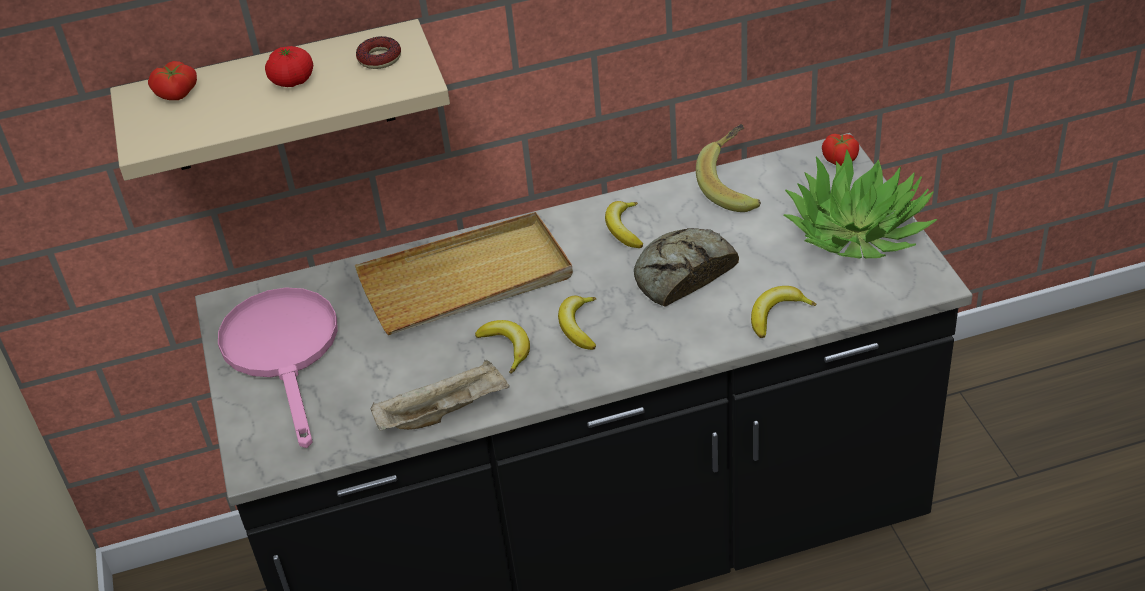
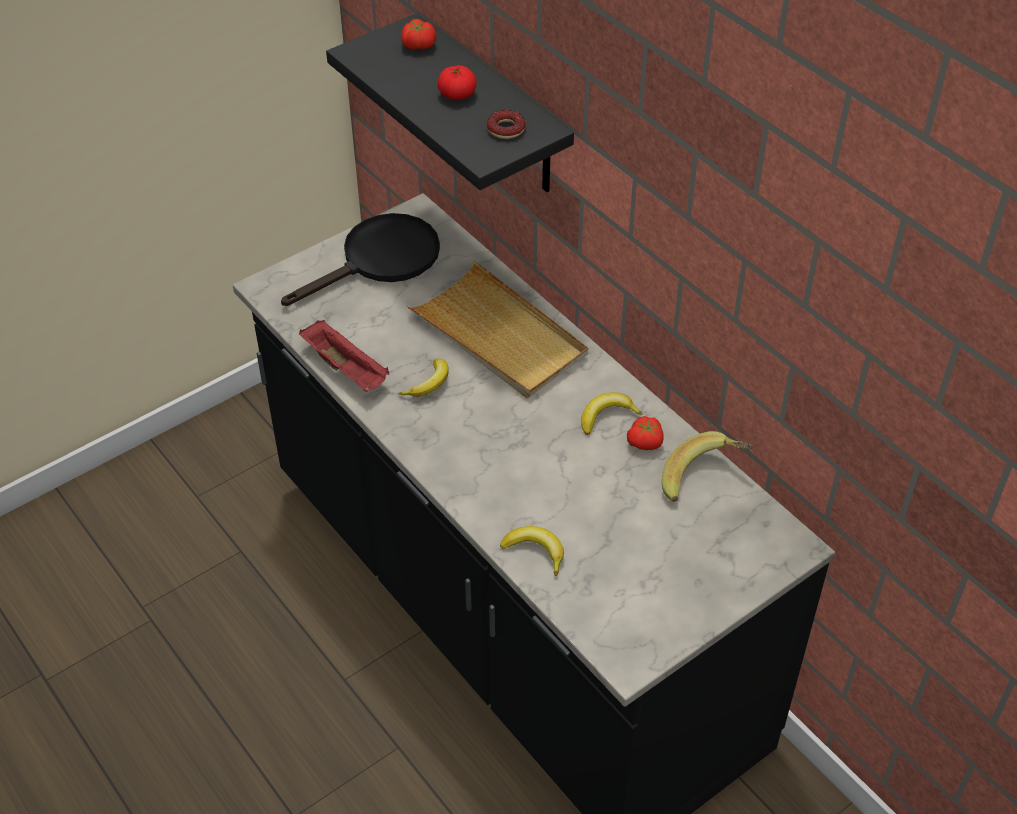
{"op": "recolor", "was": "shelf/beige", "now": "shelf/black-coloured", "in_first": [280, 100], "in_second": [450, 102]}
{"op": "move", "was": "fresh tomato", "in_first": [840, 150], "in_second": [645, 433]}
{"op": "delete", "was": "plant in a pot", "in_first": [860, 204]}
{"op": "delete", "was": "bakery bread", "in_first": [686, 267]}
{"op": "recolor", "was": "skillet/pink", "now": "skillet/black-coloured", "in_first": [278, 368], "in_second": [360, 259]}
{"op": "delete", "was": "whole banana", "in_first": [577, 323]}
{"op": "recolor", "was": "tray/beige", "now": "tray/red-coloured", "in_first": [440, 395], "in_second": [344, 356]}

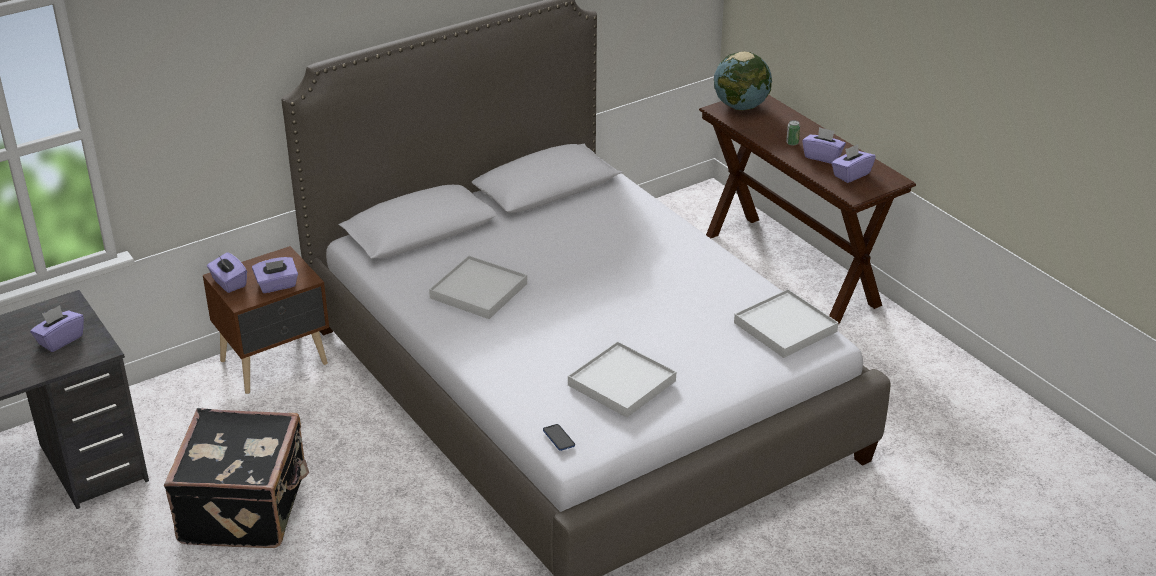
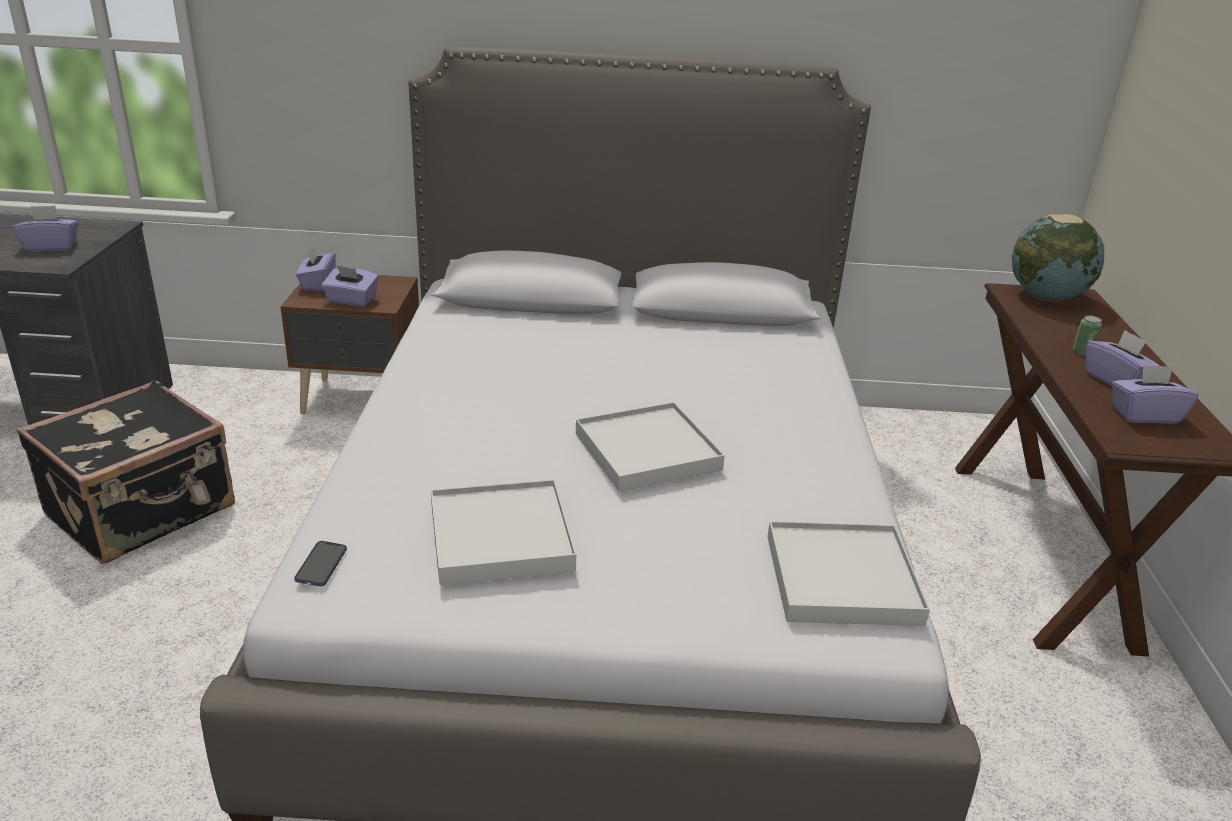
{"op": "move", "was": "tray/whitish", "in_first": [478, 287], "in_second": [650, 447]}

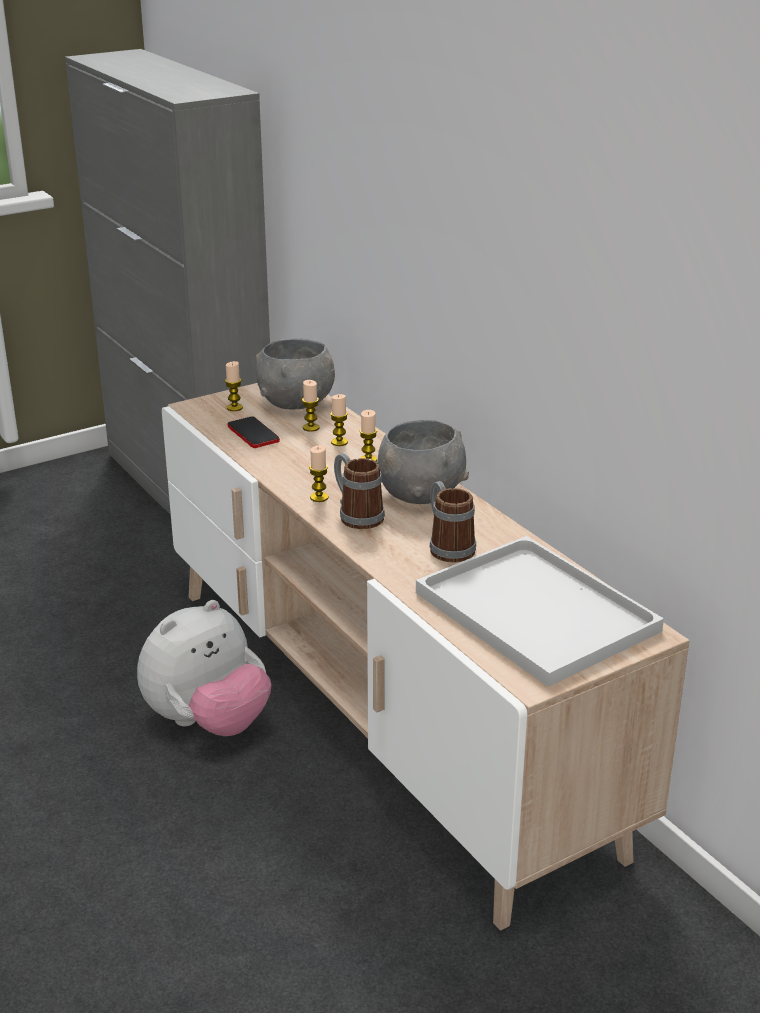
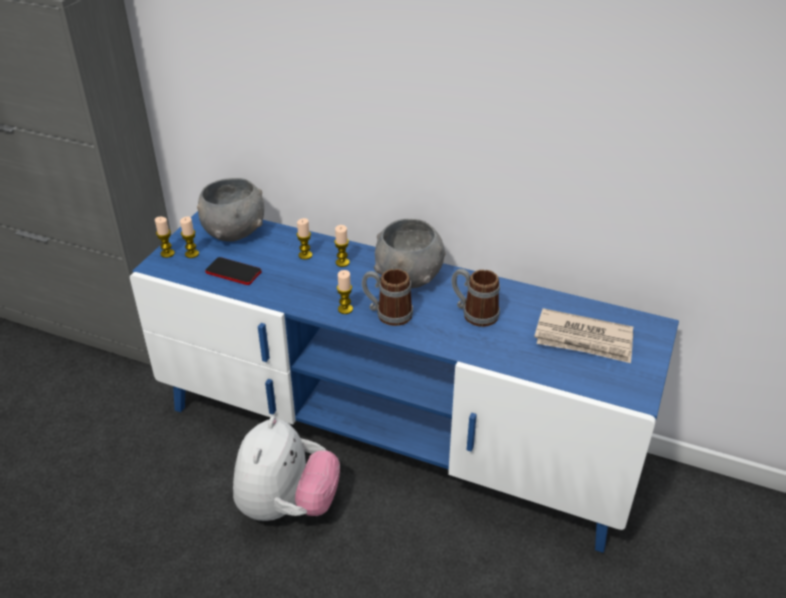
{"op": "move", "was": "wax light", "in_first": [310, 406], "in_second": [165, 237]}
{"op": "recolor", "was": "media console/beige", "now": "media console/blue", "in_first": [426, 657], "in_second": [404, 382]}
{"op": "replace", "was": "tray/whitish", "now": "newspaper", "in_first": [540, 611], "in_second": [583, 335]}

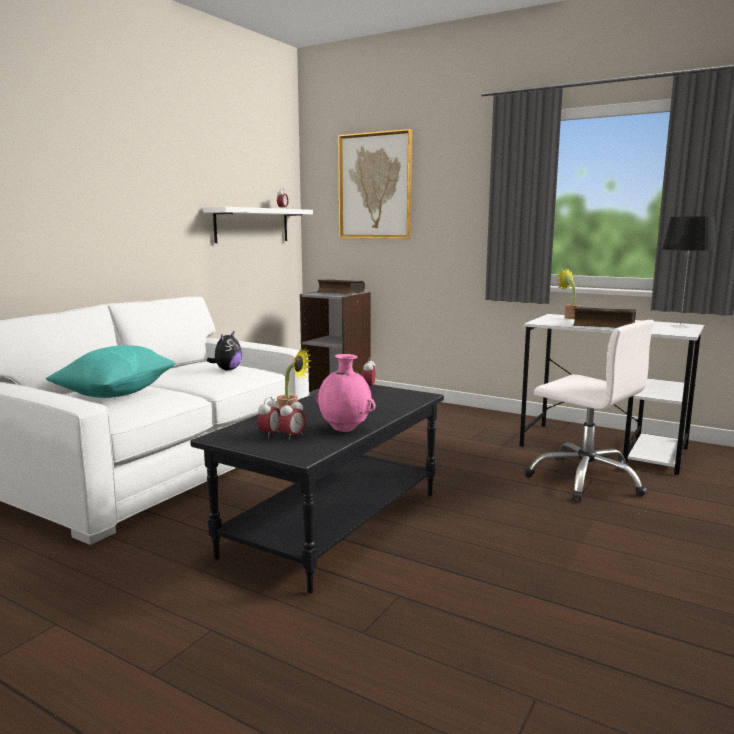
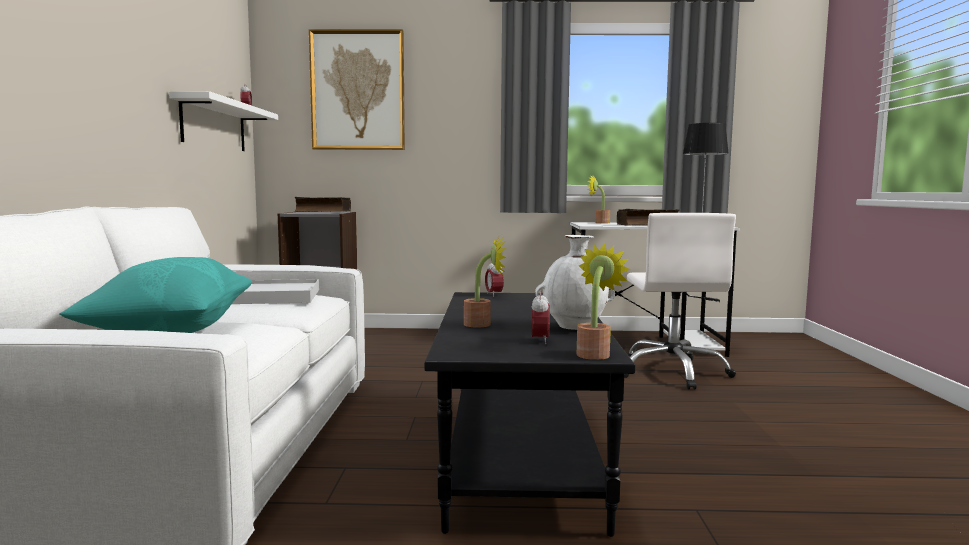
{"op": "rotate", "was": "desk chair/whitish", "in_first": [589, 410], "in_second": [680, 301], "clockwise": 75}
{"op": "replace", "was": "plush toy", "now": "tray/whitish", "in_first": [224, 350], "in_second": [275, 291]}
{"op": "recolor", "was": "vase/pink", "now": "vase/whitish", "in_first": [346, 393], "in_second": [575, 282]}
{"op": "delete", "was": "table clock", "in_first": [269, 417]}
{"op": "insert", "now": "plant in a pot", "in_second": [603, 301]}

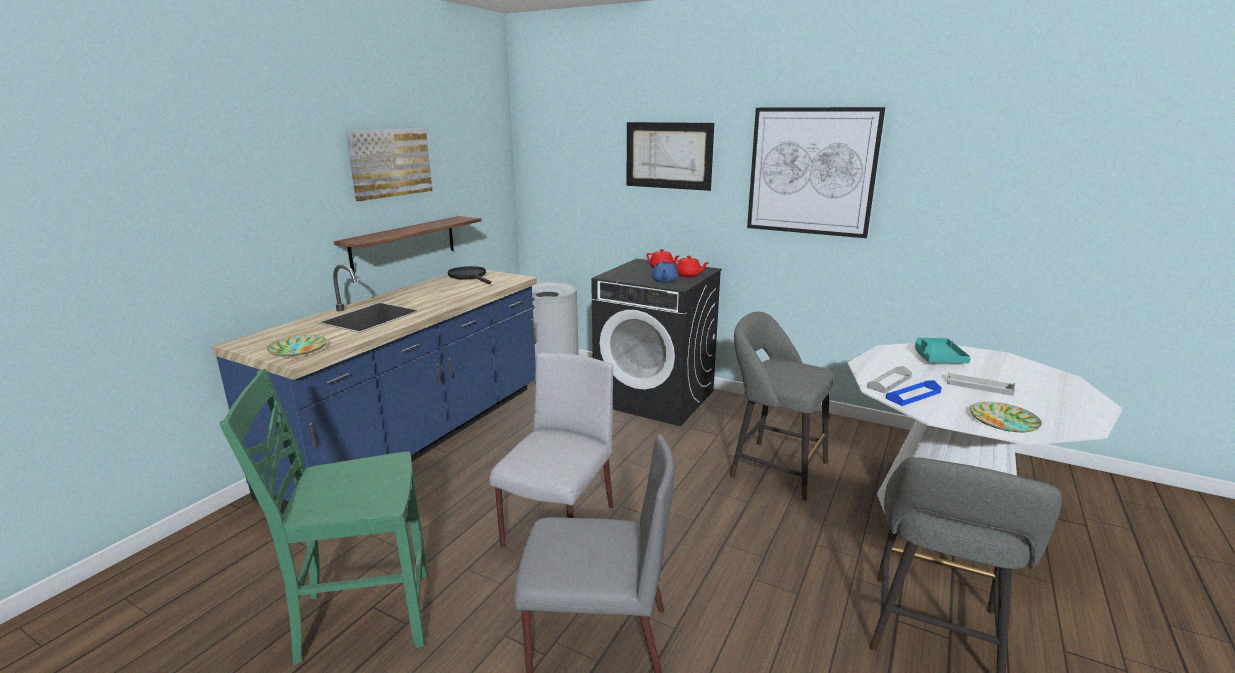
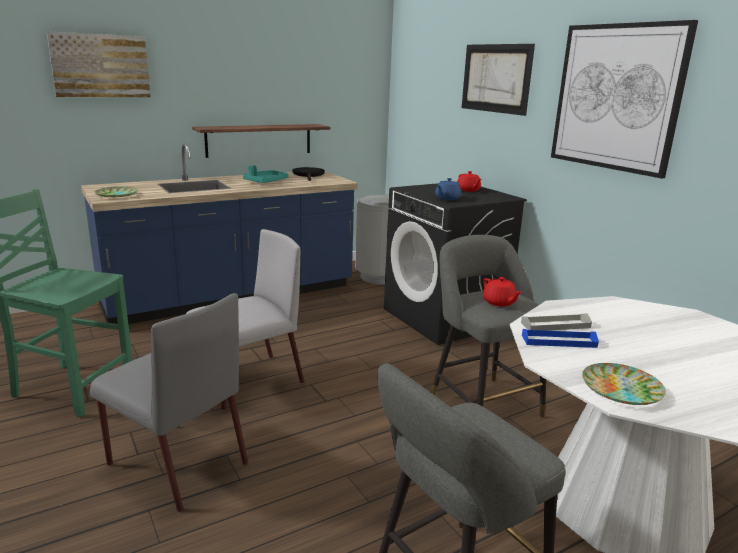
{"op": "move", "was": "picture", "in_first": [389, 164], "in_second": [99, 64]}
{"op": "move", "was": "pot for tea/red-coloured", "in_first": [690, 266], "in_second": [502, 291]}
{"op": "move", "was": "tray/turquoise", "in_first": [943, 350], "in_second": [265, 174]}
{"op": "delete", "was": "tray/grey", "in_first": [981, 384]}

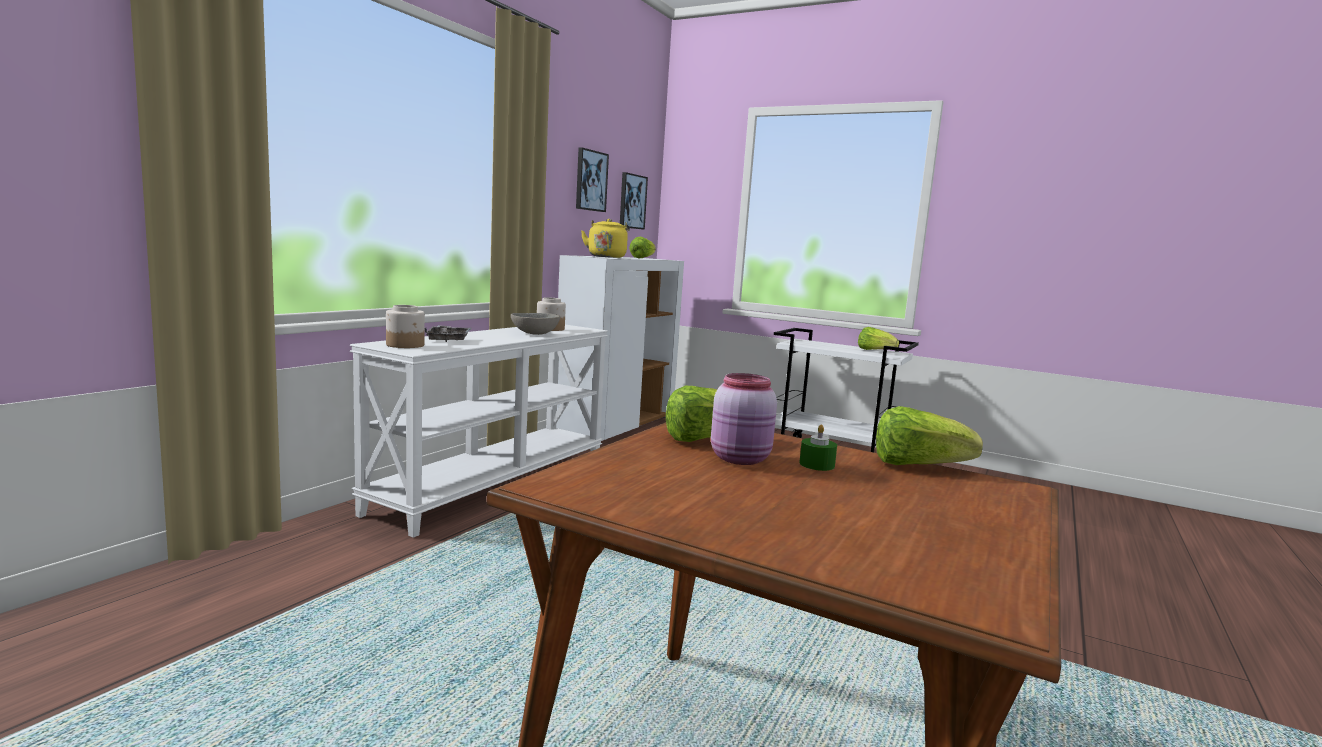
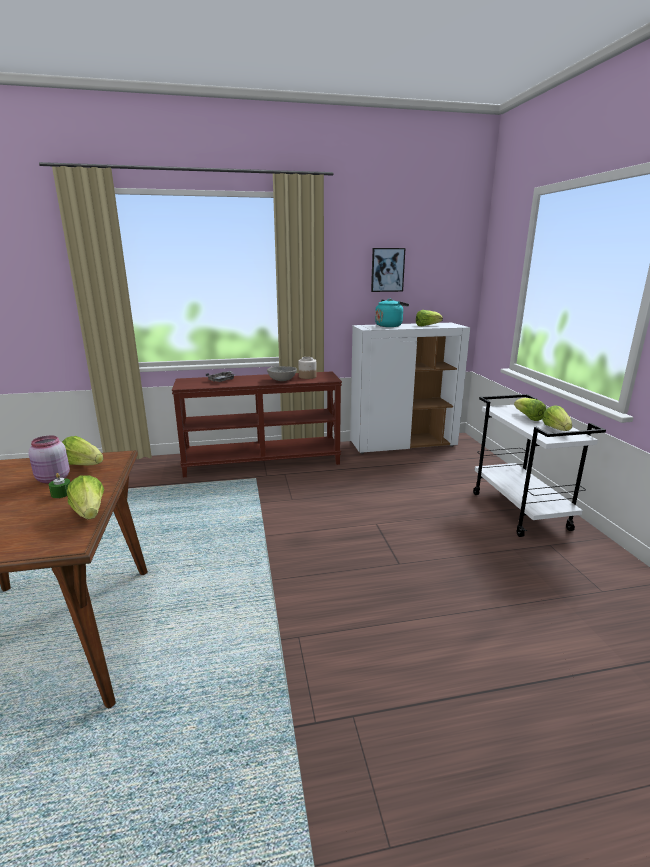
{"op": "delete", "was": "picture", "in_first": [634, 201]}
{"op": "recolor", "was": "tea kettle/yellow", "now": "tea kettle/turquoise", "in_first": [605, 238], "in_second": [392, 313]}
{"op": "delete", "was": "storage jar", "in_first": [405, 326]}
{"op": "recolor", "was": "narrow table/whitish", "now": "narrow table/brownish", "in_first": [479, 431], "in_second": [256, 424]}
{"op": "insert", "now": "head of lettuce", "in_second": [530, 409]}

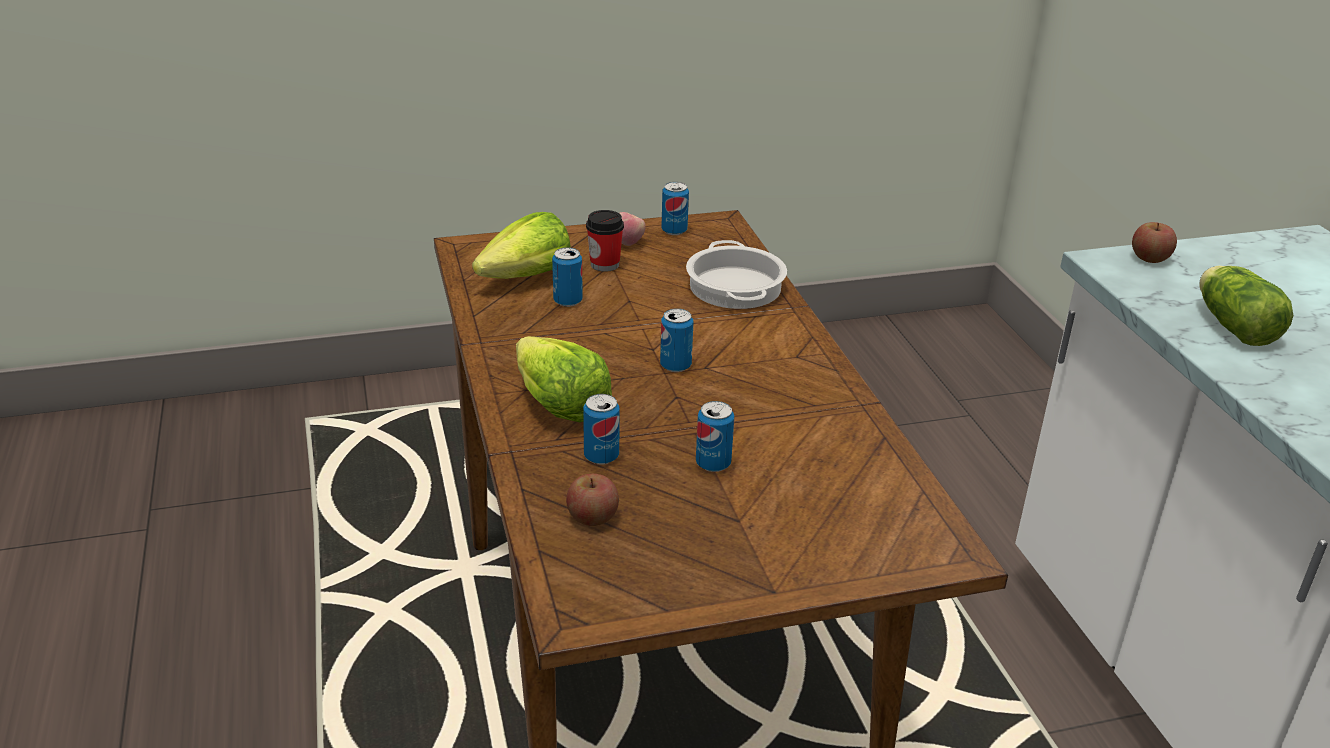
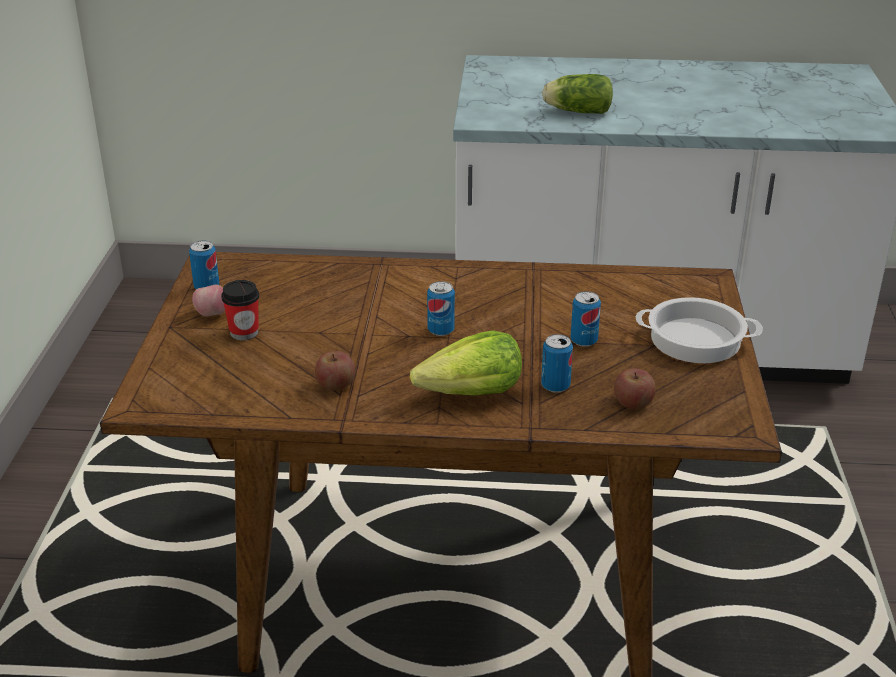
{"op": "delete", "was": "head of lettuce", "in_first": [521, 245]}
{"op": "move", "was": "whole apple", "in_first": [1154, 242], "in_second": [335, 371]}
{"op": "move", "was": "stockpot", "in_first": [736, 274], "in_second": [699, 330]}
{"op": "delete", "was": "sealed can", "in_first": [567, 277]}

